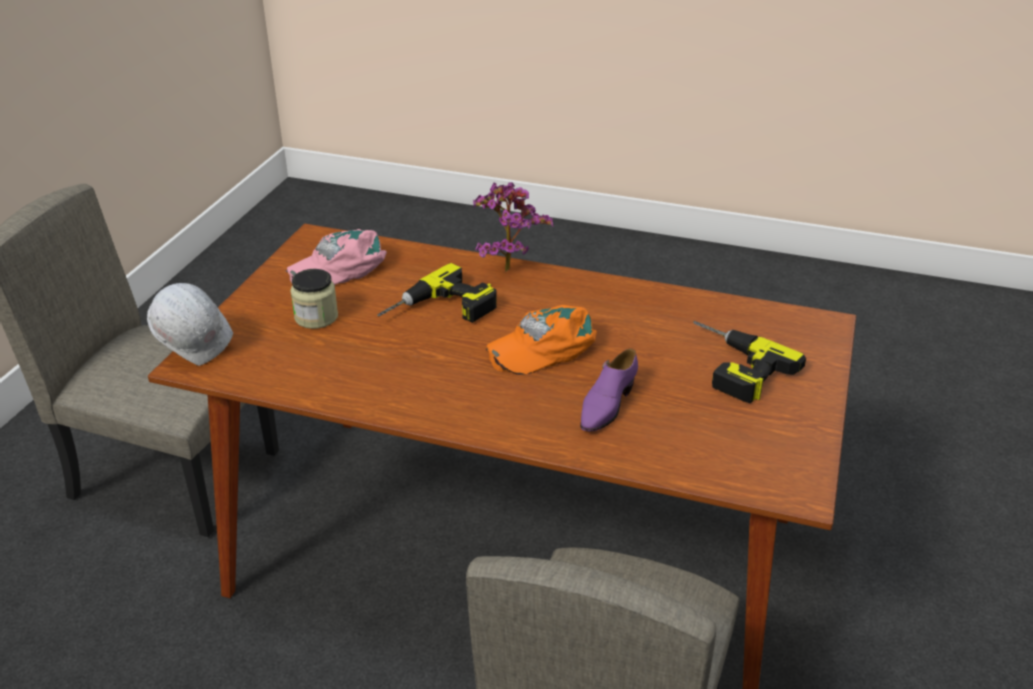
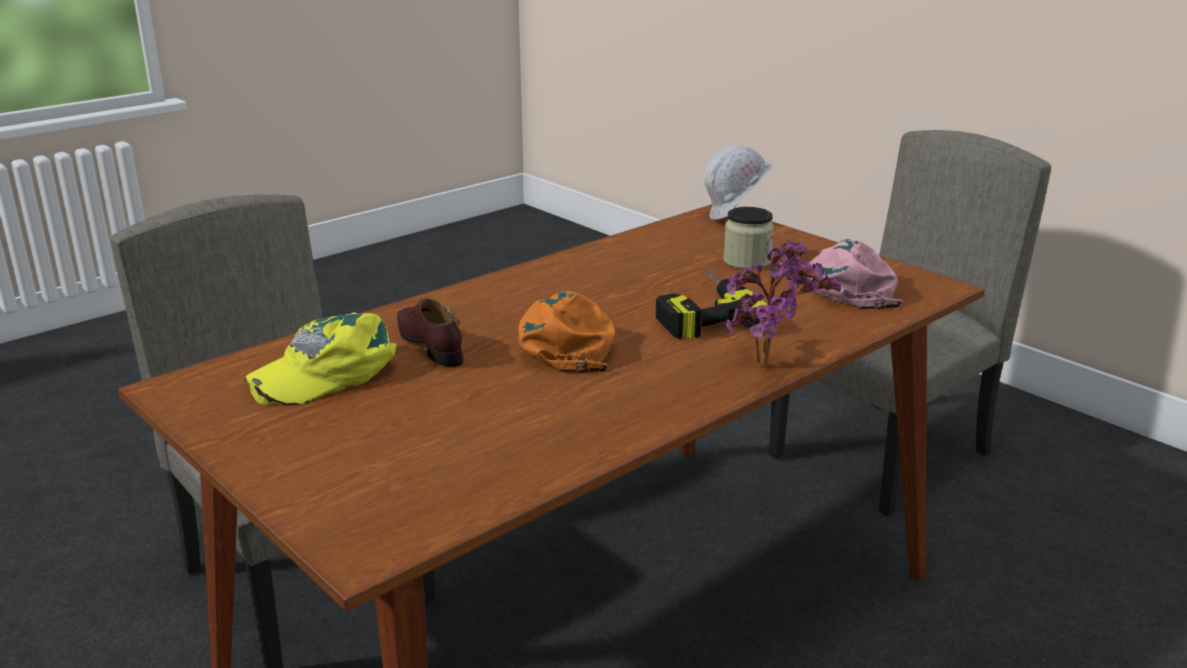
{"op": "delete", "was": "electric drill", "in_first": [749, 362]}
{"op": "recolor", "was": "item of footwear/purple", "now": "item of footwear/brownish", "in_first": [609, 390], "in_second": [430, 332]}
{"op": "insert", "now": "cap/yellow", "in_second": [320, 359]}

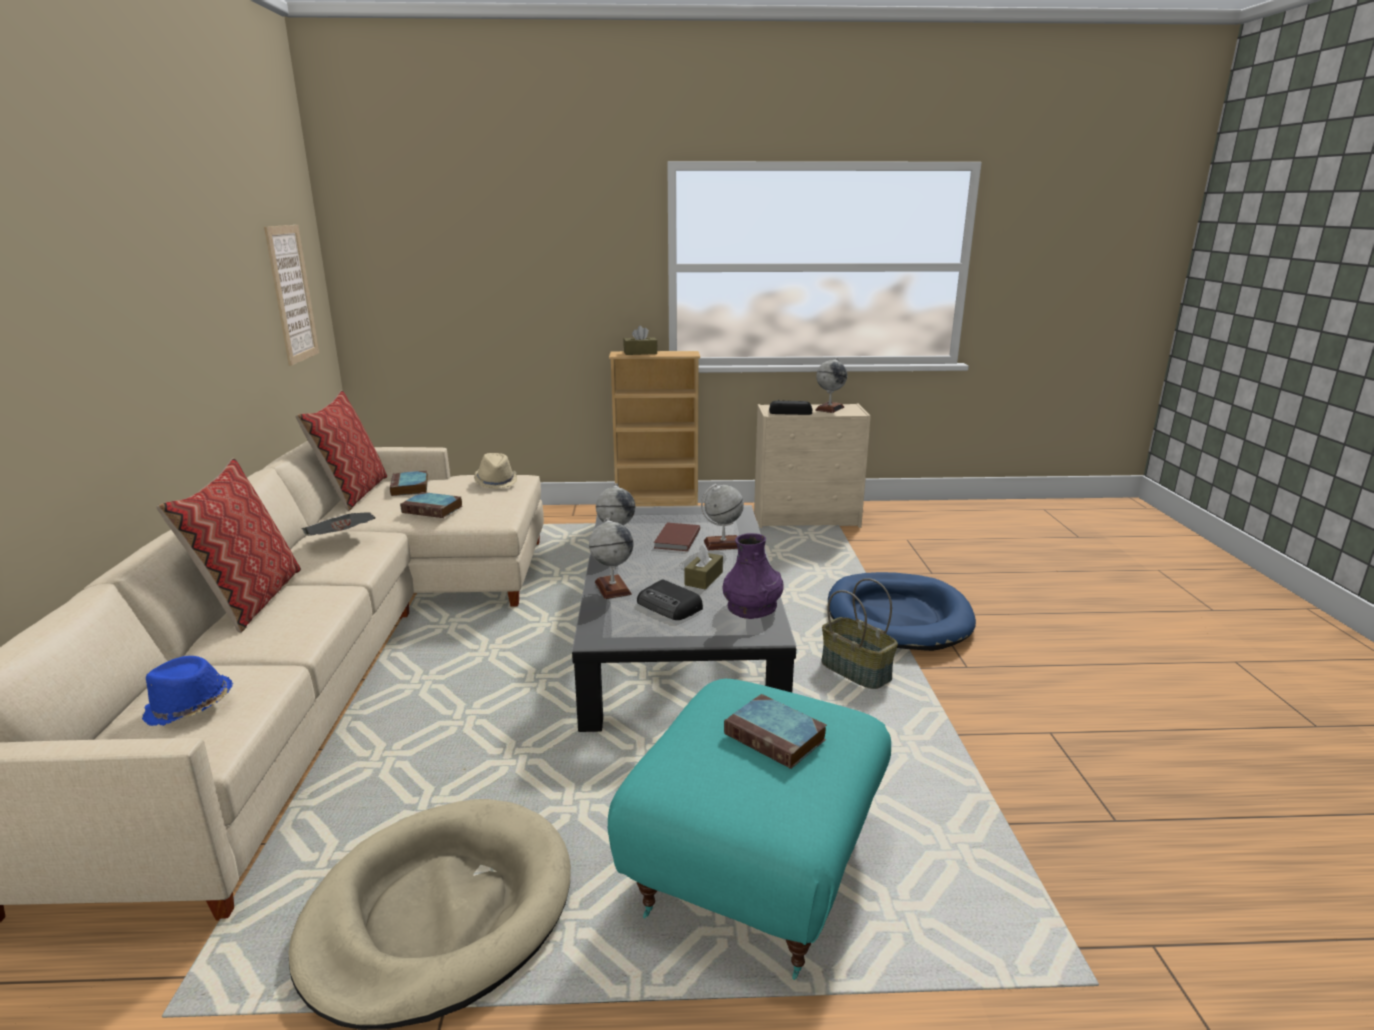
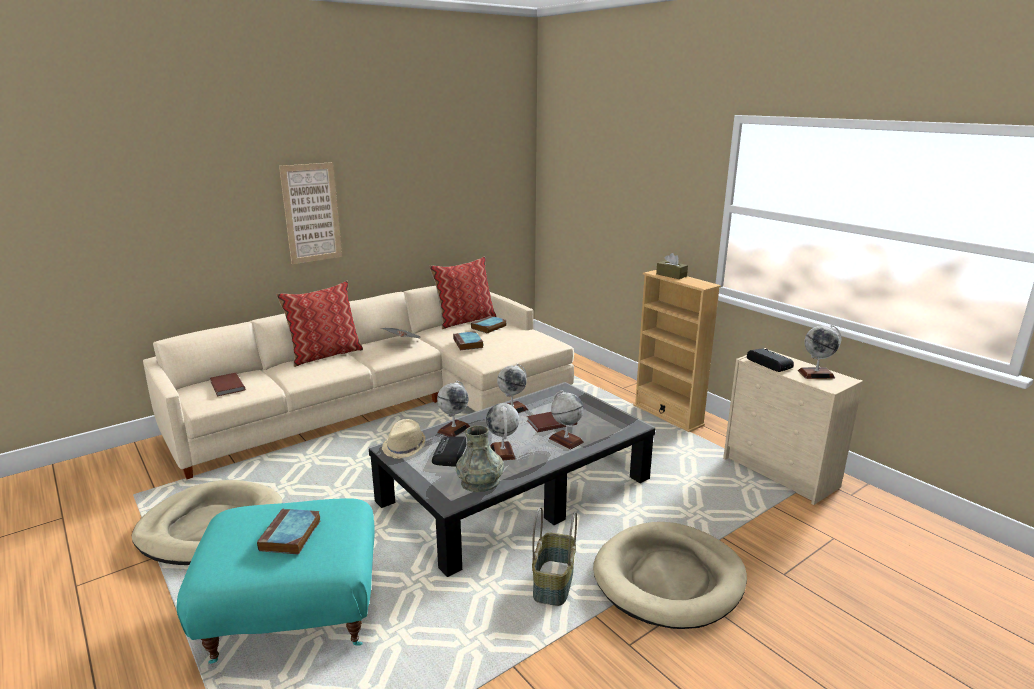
{"op": "move", "was": "picture", "in_first": [291, 295], "in_second": [310, 213]}
{"op": "move", "was": "hat/beige", "in_first": [495, 471], "in_second": [404, 439]}
{"op": "recolor", "was": "vase/purple", "now": "vase/grey", "in_first": [753, 576], "in_second": [480, 458]}
{"op": "replace", "was": "box of tissues/brownish", "now": "globe", "in_first": [704, 567], "in_second": [502, 431]}
{"op": "recolor", "was": "dog cushion/blue", "now": "dog cushion/beige", "in_first": [902, 611], "in_second": [670, 575]}
{"op": "replace", "was": "hat/blue", "now": "book/brownish", "in_first": [187, 691], "in_second": [227, 384]}

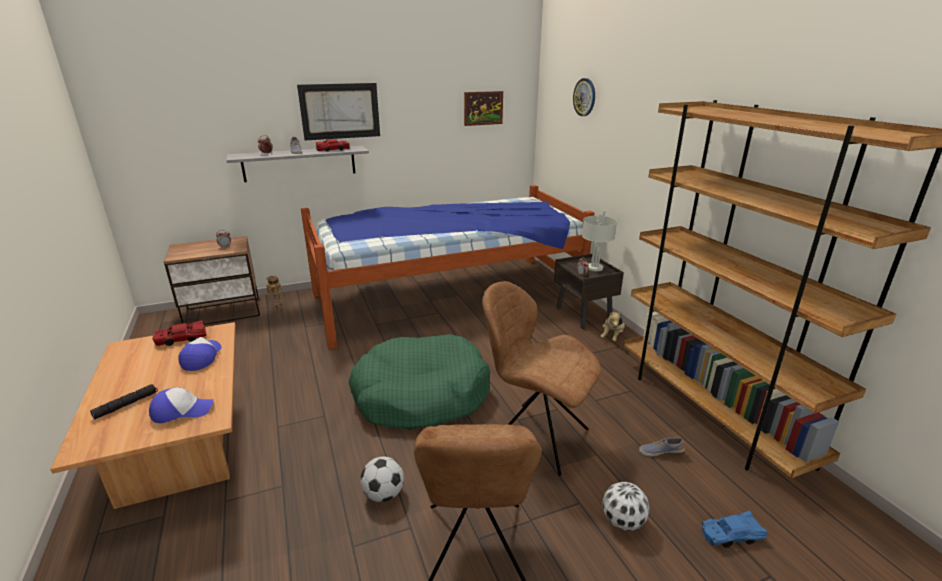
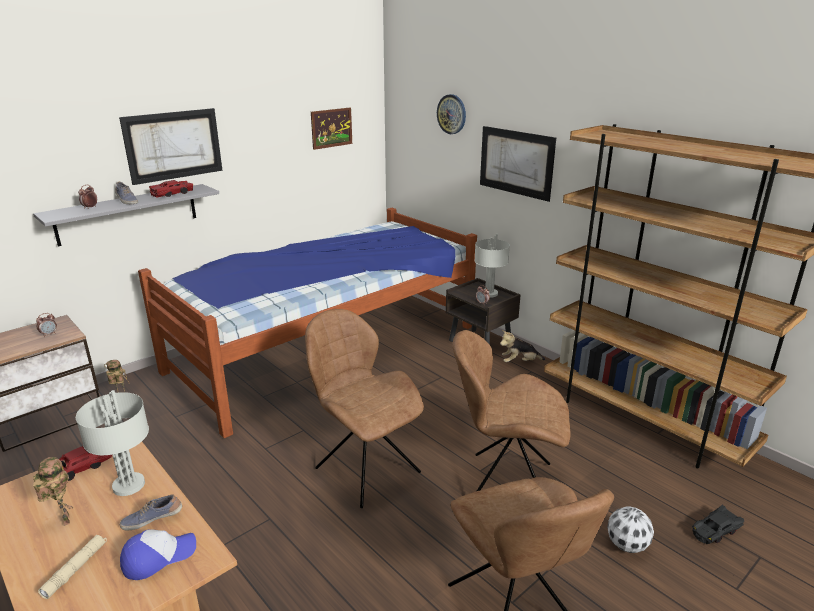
{"op": "rotate", "was": "plush toy", "in_first": [613, 326], "in_second": [522, 346], "clockwise": 75}
{"op": "replace", "was": "dog cushion/green-coloured", "now": "chair/brownish", "in_first": [419, 382], "in_second": [364, 408]}
{"op": "replace", "was": "cap", "now": "table lamp/grey", "in_first": [199, 354], "in_second": [112, 443]}
{"op": "recolor", "was": "hand torch/black-coloured", "now": "hand torch/beige", "in_first": [124, 401], "in_second": [72, 567]}
{"op": "move", "was": "item of footwear", "in_first": [662, 446], "in_second": [151, 512]}
{"op": "delete", "was": "football", "in_first": [382, 479]}
{"op": "recolor", "was": "toy car/blue", "now": "toy car/black-coloured", "in_first": [734, 529], "in_second": [718, 524]}
{"op": "insert", "now": "picture", "in_second": [518, 164]}
{"op": "insert", "now": "robot figure", "in_second": [52, 491]}

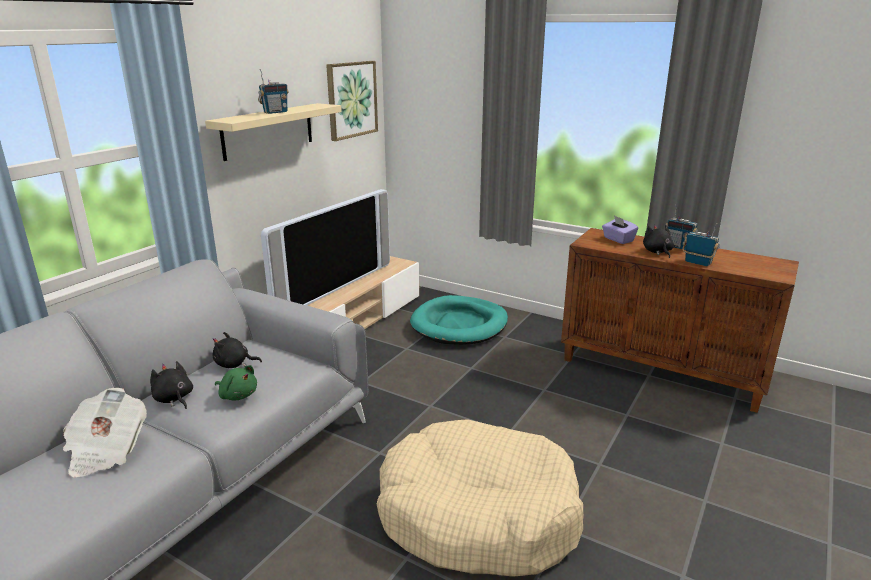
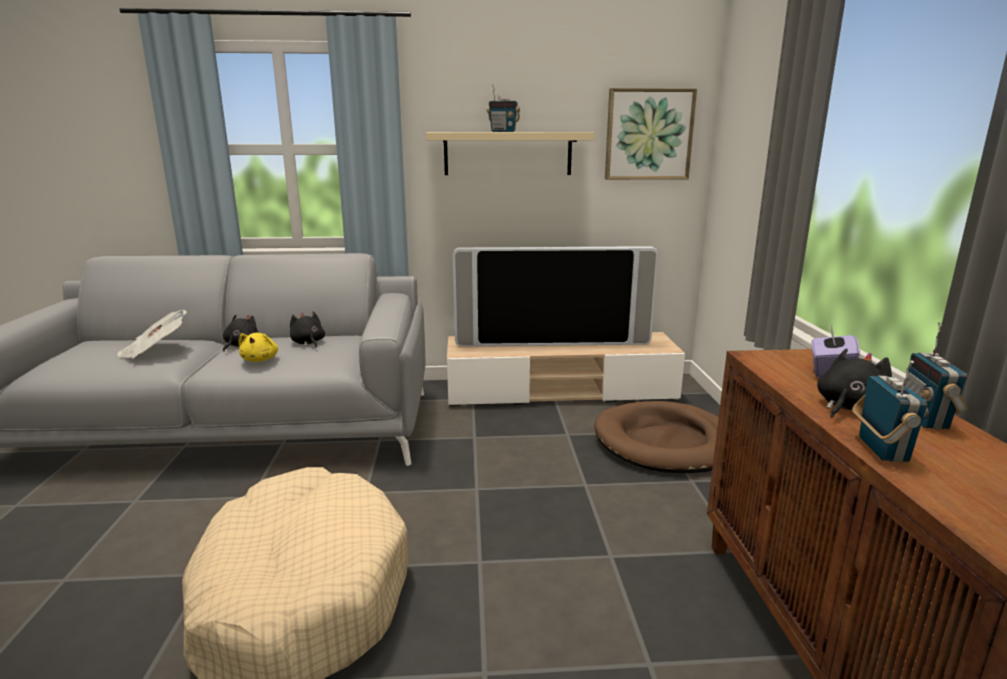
{"op": "recolor", "was": "dog cushion/turquoise", "now": "dog cushion/brownish", "in_first": [459, 320], "in_second": [656, 437]}
{"op": "recolor", "was": "plush toy/green-coloured", "now": "plush toy/yellow", "in_first": [236, 382], "in_second": [258, 347]}

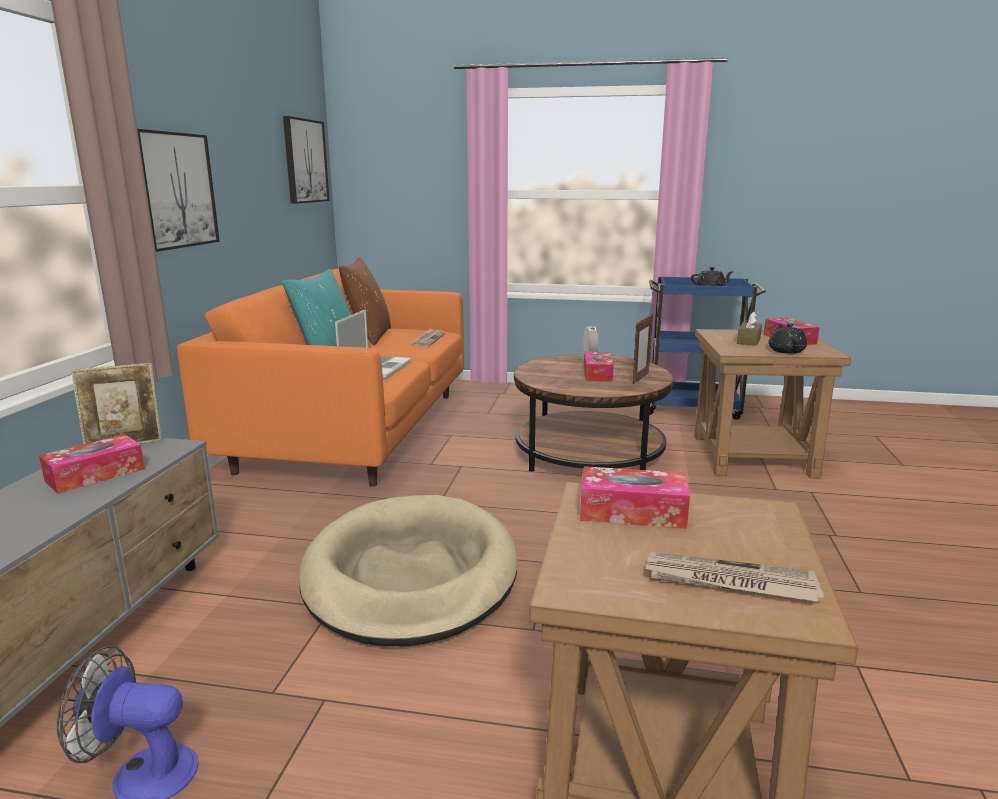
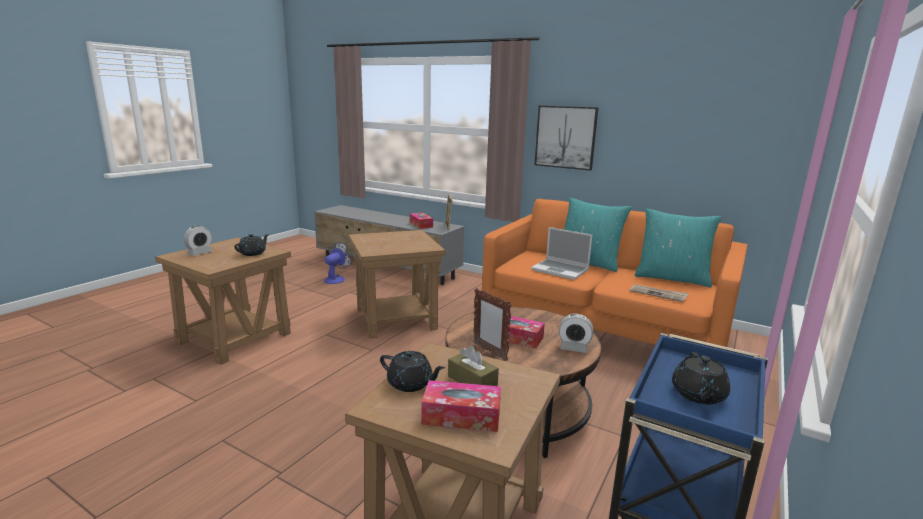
{"op": "delete", "was": "picture", "in_first": [306, 160]}
{"op": "recolor", "was": "throw pillow/brownish", "now": "throw pillow/turquoise", "in_first": [365, 301], "in_second": [678, 248]}
{"op": "replace", "was": "box of tissues", "now": "pot for tea/black-coloured", "in_first": [635, 497], "in_second": [251, 245]}
{"op": "replace", "was": "dog cushion/beige", "now": "end table/brownish", "in_first": [408, 570], "in_second": [397, 284]}
{"op": "replace", "was": "newspaper", "now": "table clock", "in_first": [735, 577], "in_second": [198, 241]}

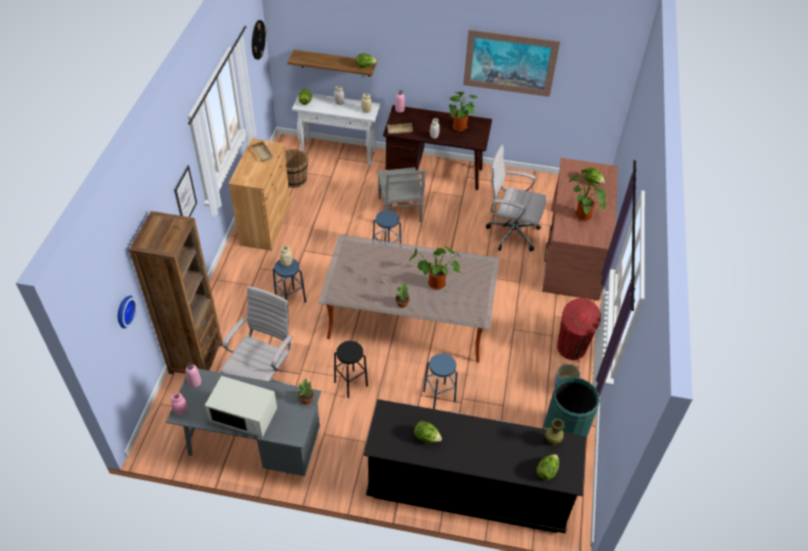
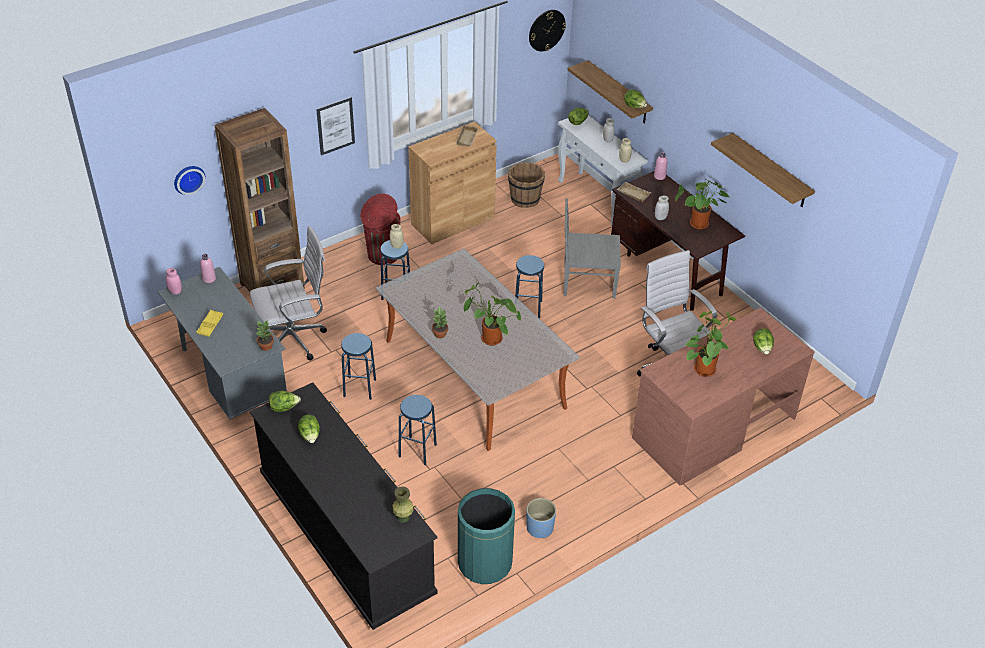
{"op": "replace", "was": "picture", "now": "shelf", "in_first": [511, 63], "in_second": [763, 170]}
{"op": "rotate", "was": "chair/grey", "in_first": [401, 194], "in_second": [592, 248], "clockwise": 60}
{"op": "move", "was": "rubbish bin/red-coloured", "in_first": [579, 329], "in_second": [380, 229]}
{"op": "recolor", "was": "sitting stool/black-coloured", "now": "sitting stool/blue", "in_first": [351, 369], "in_second": [358, 366]}
{"op": "replace", "was": "microwave oven/whitish", "now": "tray/yellow", "in_first": [241, 407], "in_second": [209, 323]}
{"op": "move", "was": "head of lettuce", "in_first": [547, 467], "in_second": [285, 401]}

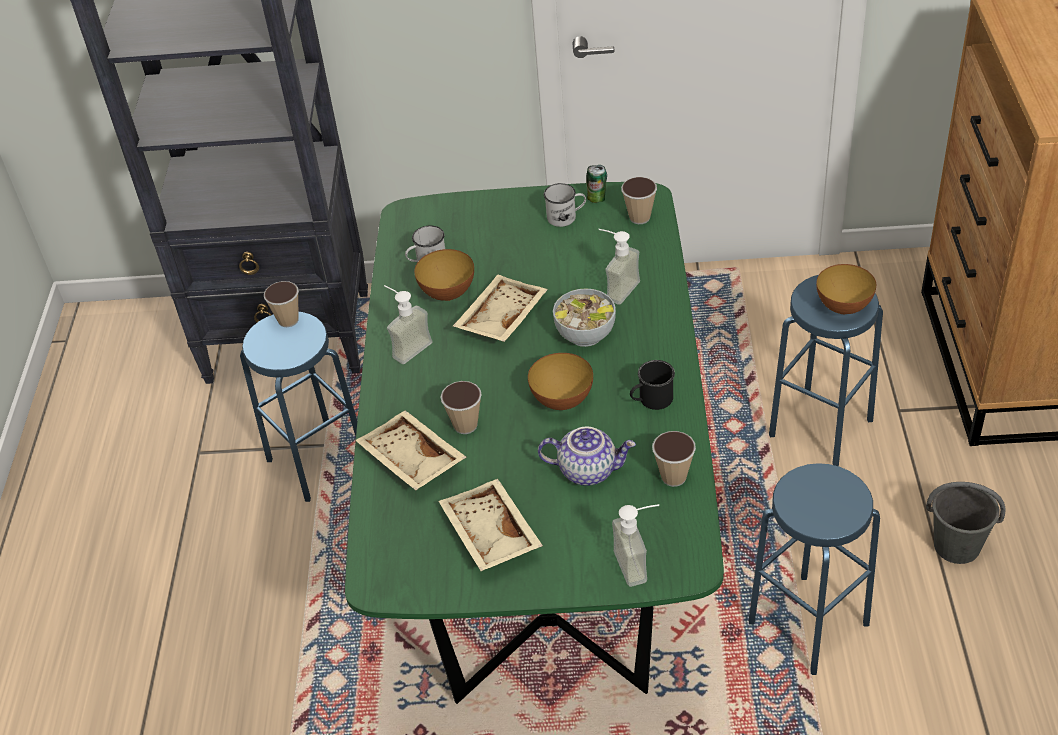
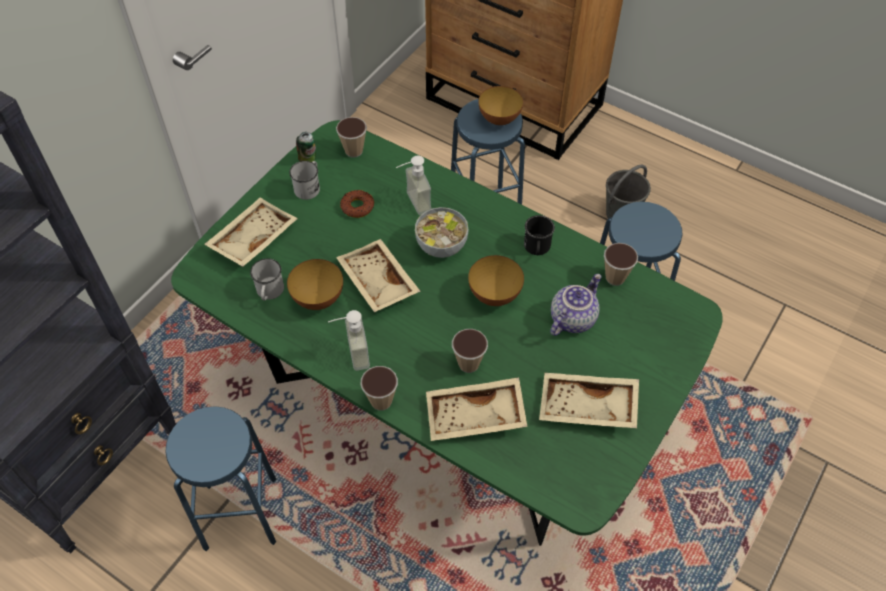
{"op": "move", "was": "drinking cup", "in_first": [281, 304], "in_second": [379, 388]}
{"op": "delete", "was": "liquid soap bottle", "in_first": [635, 545]}
{"op": "insert", "now": "donut", "in_second": [357, 204]}
{"op": "insert", "now": "tray/beige", "in_second": [251, 232]}

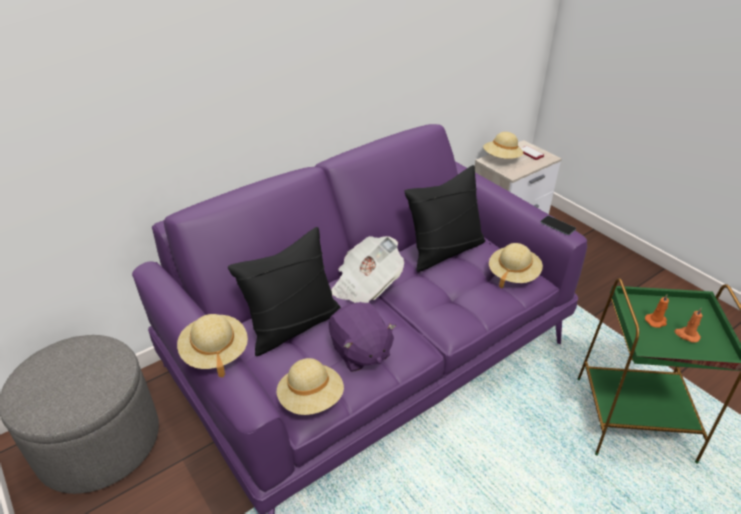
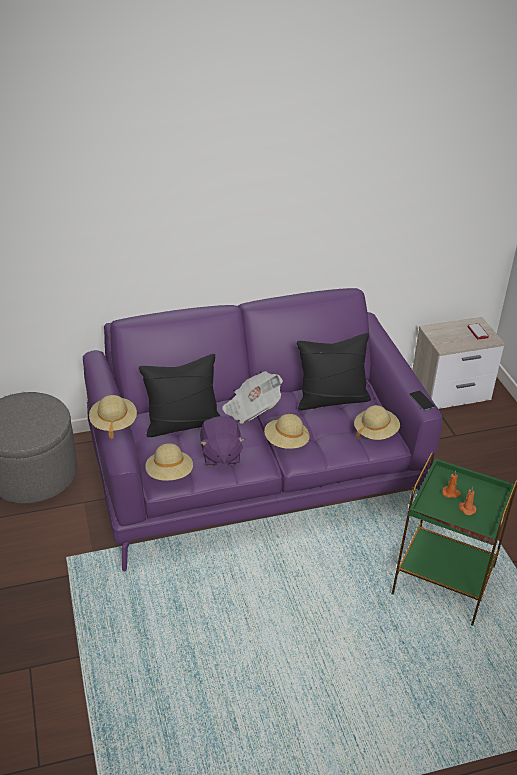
{"op": "move", "was": "hat/beige", "in_first": [503, 145], "in_second": [287, 431]}

